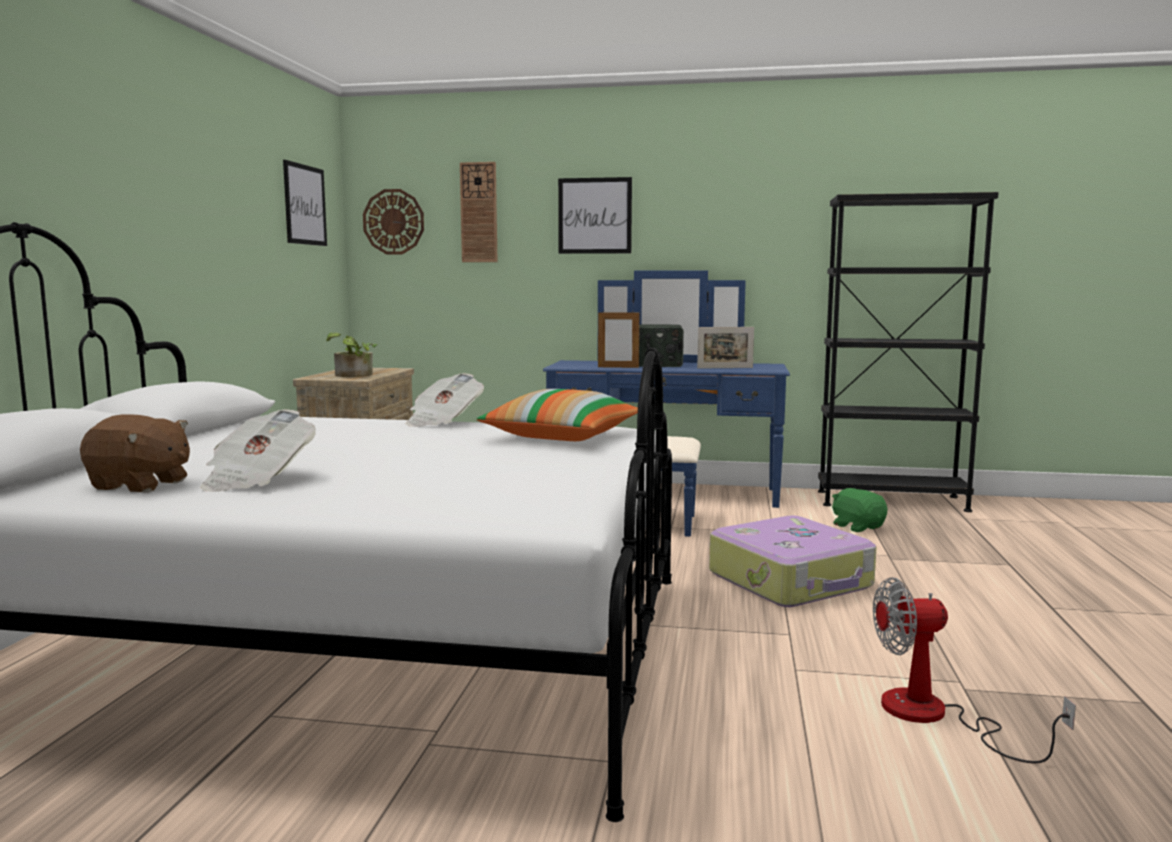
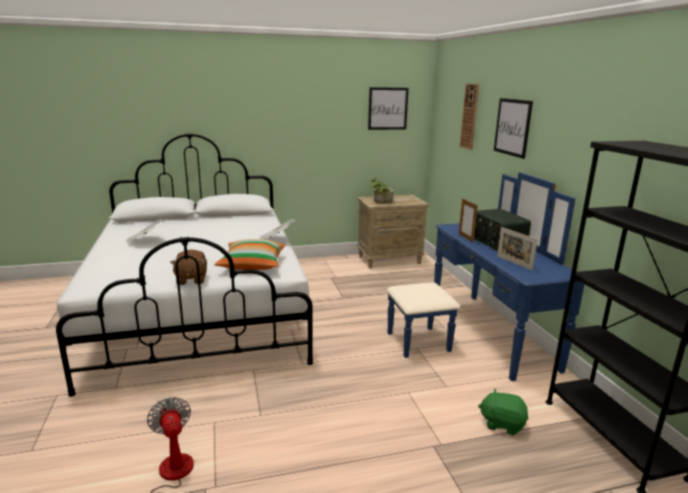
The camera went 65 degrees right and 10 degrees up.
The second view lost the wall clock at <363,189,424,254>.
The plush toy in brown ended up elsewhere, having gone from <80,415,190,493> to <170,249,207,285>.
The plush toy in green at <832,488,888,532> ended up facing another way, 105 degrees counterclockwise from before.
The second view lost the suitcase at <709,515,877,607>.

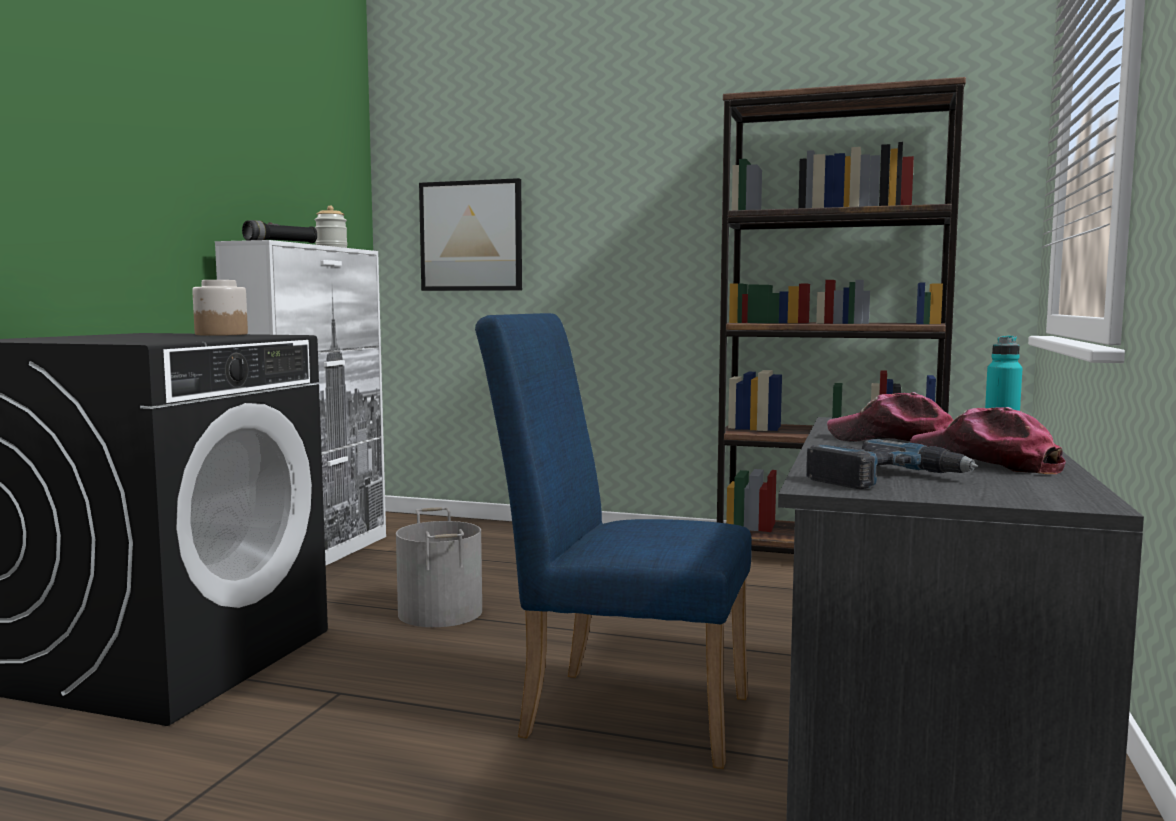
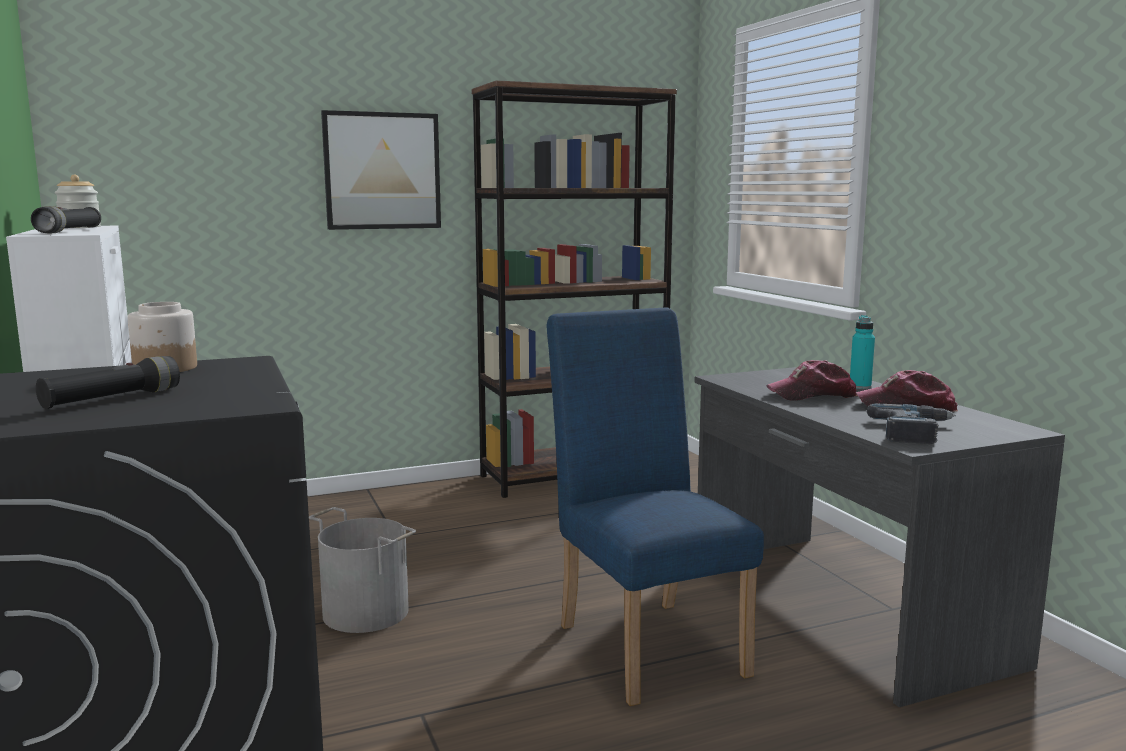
The camera went 40 degrees left and 5 degrees up.
The picture ended up elsewhere, having gone from <419,178,522,291> to <321,110,441,230>.
The chair in blue at <475,313,752,769> ended up facing another way, 90 degrees clockwise from before.
The second view gained the flashlight in black at <36,356,180,409>.

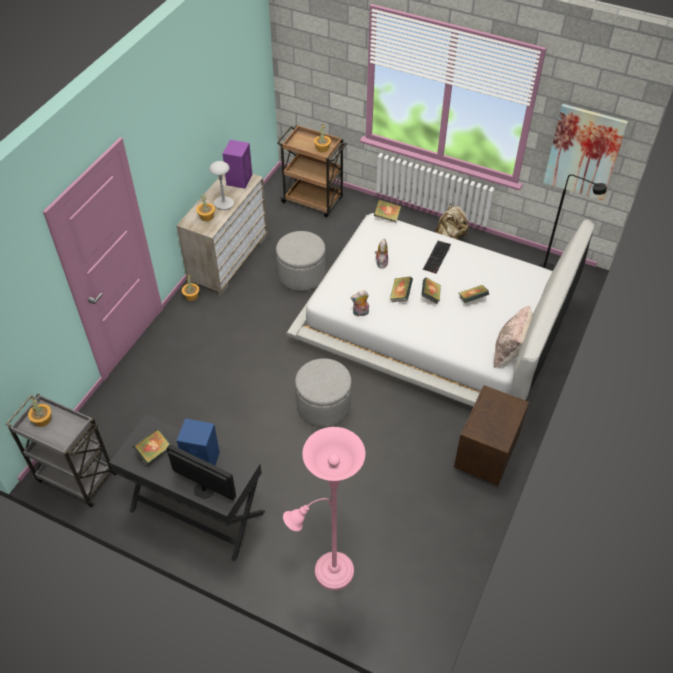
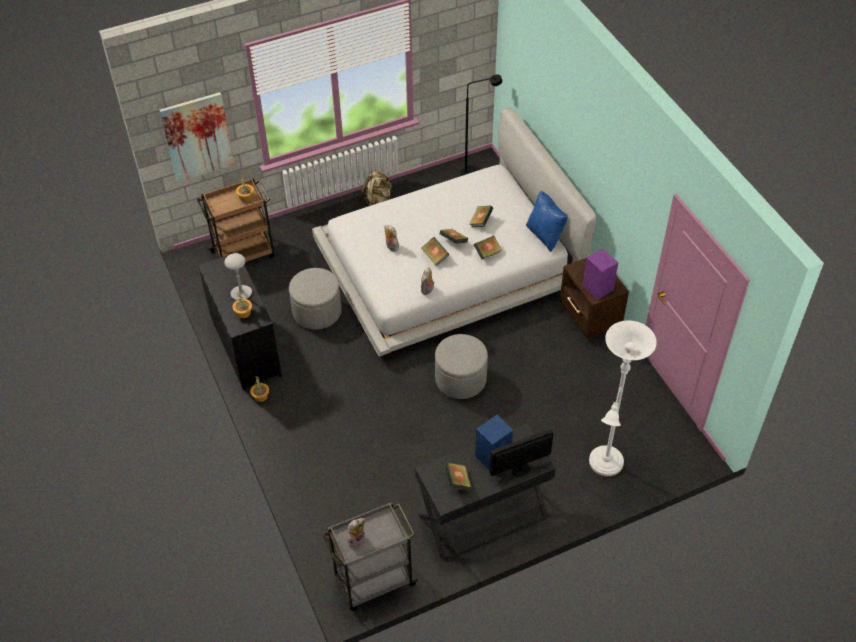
The camera went 50 degrees left and 0 degrees up.
The picture ended up elsewhere, having gone from <543,104,628,201> to <159,92,234,182>.
The speaker in purple ended up elsewhere, having gone from <222,140,252,189> to <582,248,618,300>.
What was the dresser in beige at <177,174,268,296> turned into the dresser in black at <198,252,282,391>.
The book ended up elsewhere, having gone from <374,199,401,222> to <474,236,502,259>.
The second view lost the keyboard at <423,241,451,274>.
What was the pillow in beige at <494,306,533,368> turned into the pillow in blue at <526,190,568,252>.
Where the potted plant stood at <28,398,51,427>, the plush toy came to stand at <347,518,365,548>.
What was the floor lamp in pink at <283,427,365,590> turned into the floor lamp in white at <589,320,657,476>.

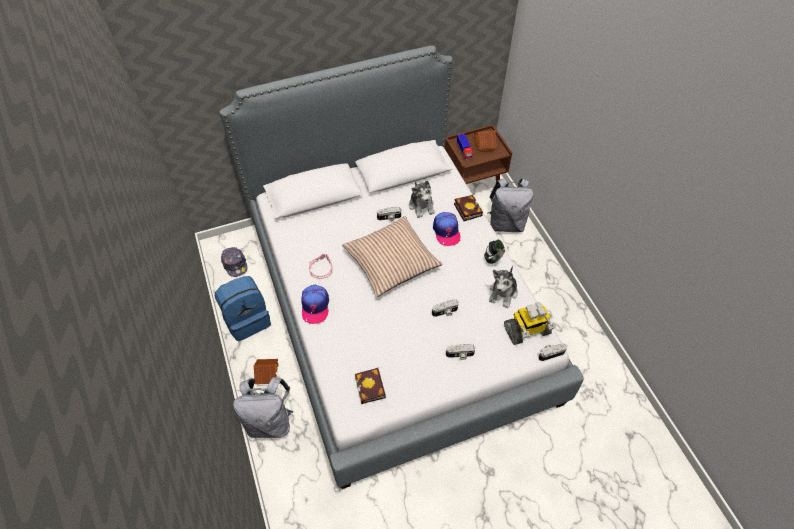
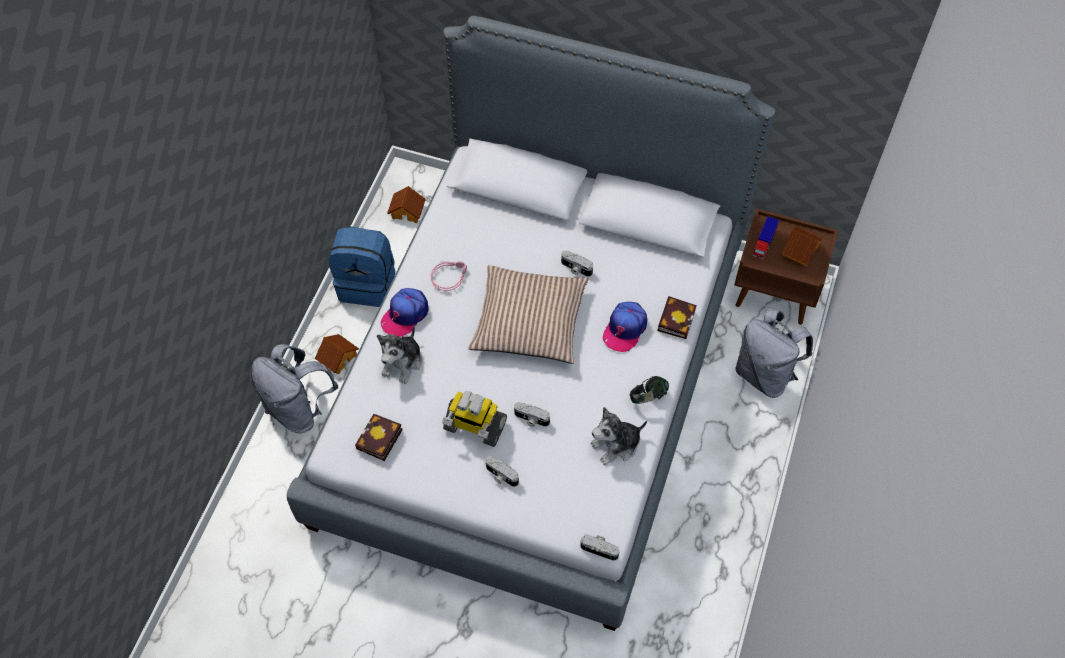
The camera went 40 degrees right and 5 degrees up.
The plush toy ended up elsewhere, having gone from <409,181,435,218> to <377,326,422,384>.
Where the cap stood at <221,247,247,277>, the toy house came to stand at <387,186,426,223>.
The toy robot ended up elsewhere, having gone from <504,302,556,345> to <442,391,507,447>.

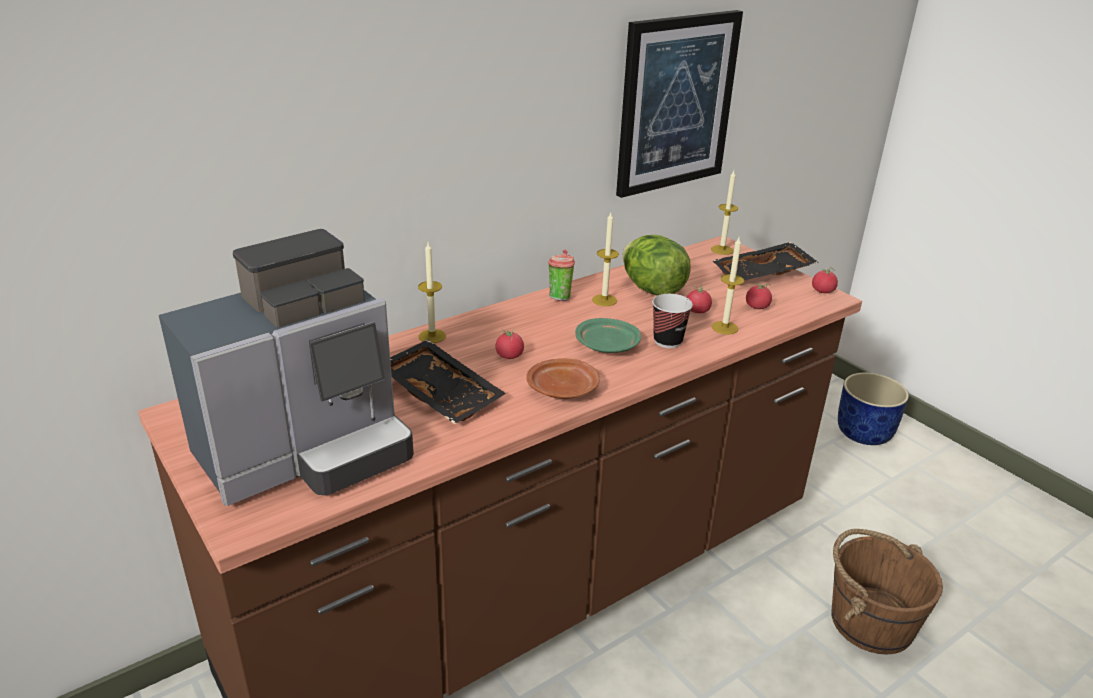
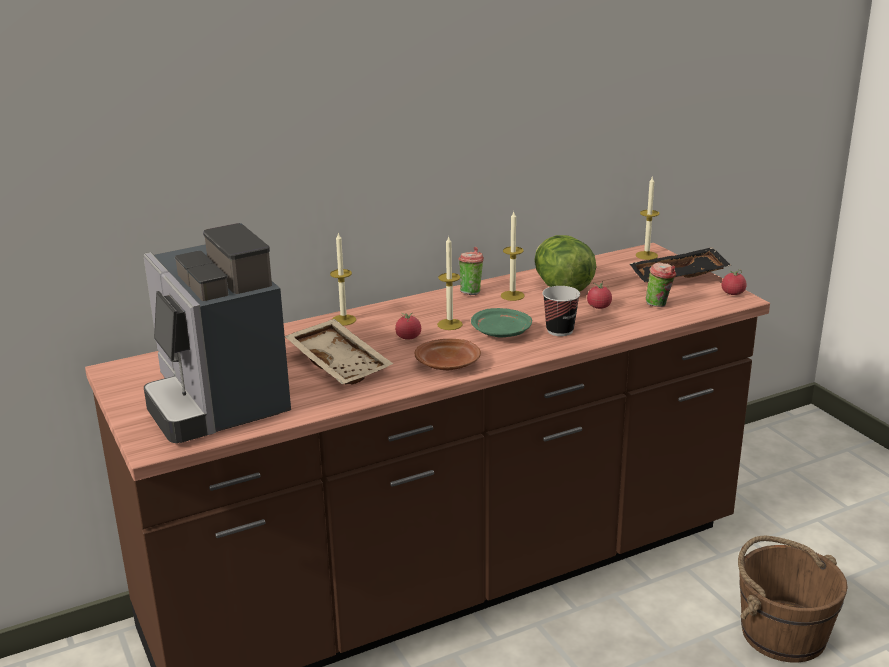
The camera went 10 degrees right and 5 degrees down.
The second view lost the picture at <616,10,743,198>.
The coffee machine at <159,229,414,506> ended up facing another way, 90 degrees clockwise from before.
The candle ended up elsewhere, having gone from <712,237,744,335> to <437,236,463,330>.
Where the tomato stood at <746,283,772,309>, the cup came to stand at <646,262,676,307>.
What was the tray in black at <390,339,506,424> turned into the tray in beige at <285,319,393,385>.
The second view lost the planter in blue at <838,373,909,445>.

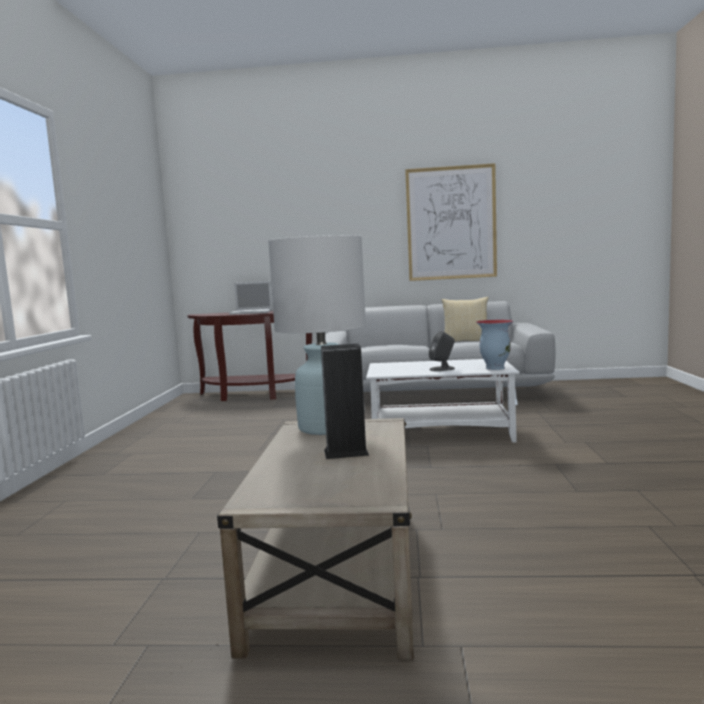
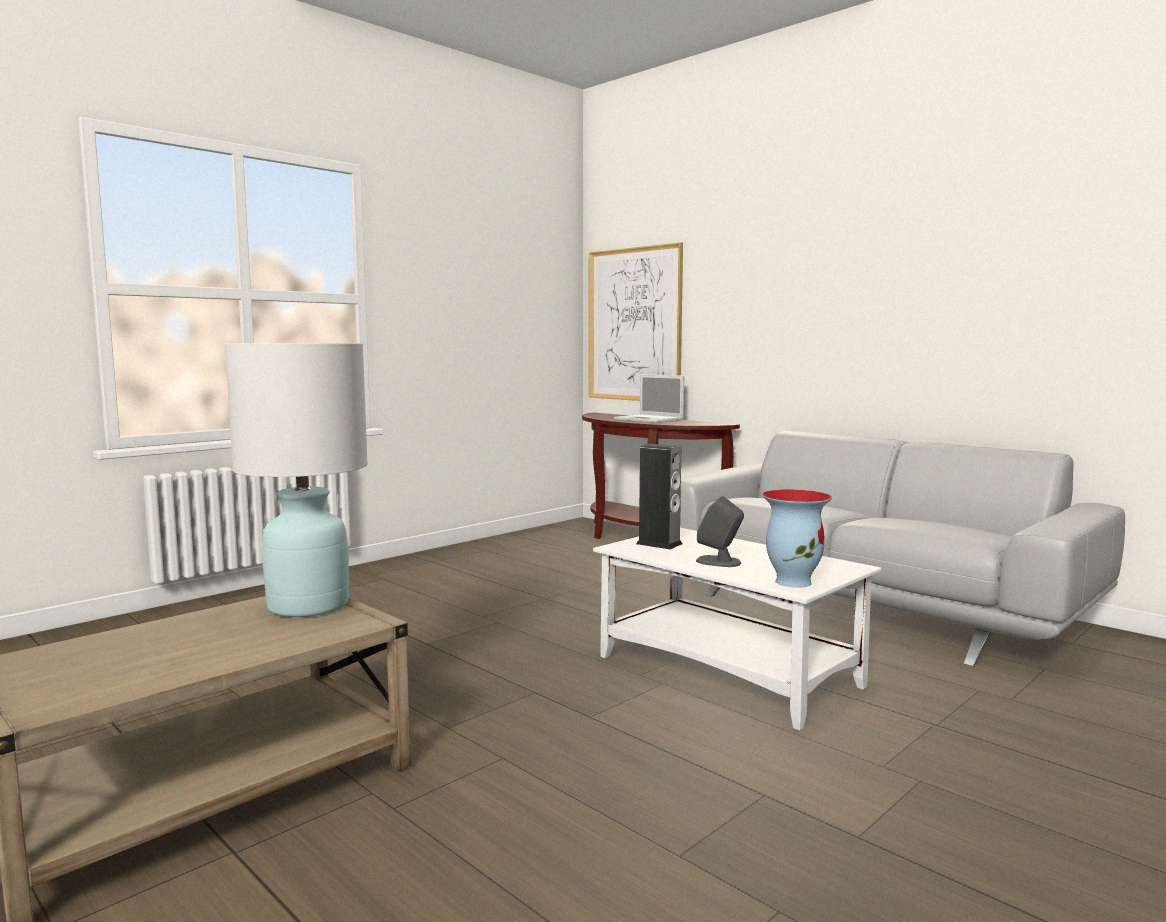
The camera went 40 degrees right and 0 degrees up.
The picture ended up elsewhere, having gone from <405,163,497,281> to <588,242,683,401>.
The second view lost the pillow at <442,297,489,342>.
The speaker ended up elsewhere, having gone from <321,344,369,459> to <636,444,682,550>.

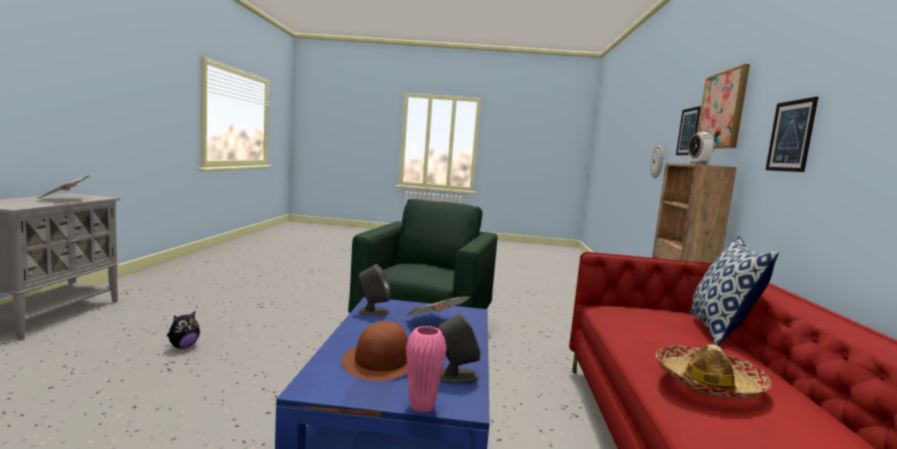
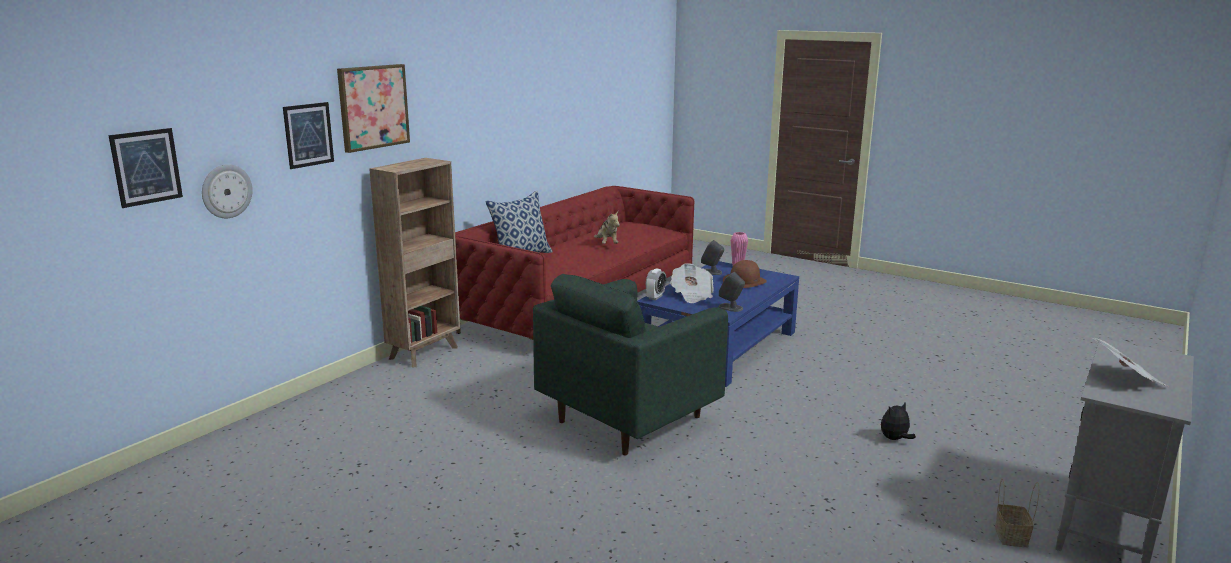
The camera went 150 degrees left and 10 degrees up.
The picture ended up elsewhere, having gone from <766,97,818,172> to <108,128,183,208>.
The alarm clock ended up elsewhere, having gone from <688,132,714,165> to <646,268,666,300>.
Where the hat stood at <656,344,771,398>, the plush toy came to stand at <594,211,620,244>.
The second view gained the basket at <995,478,1039,547>.

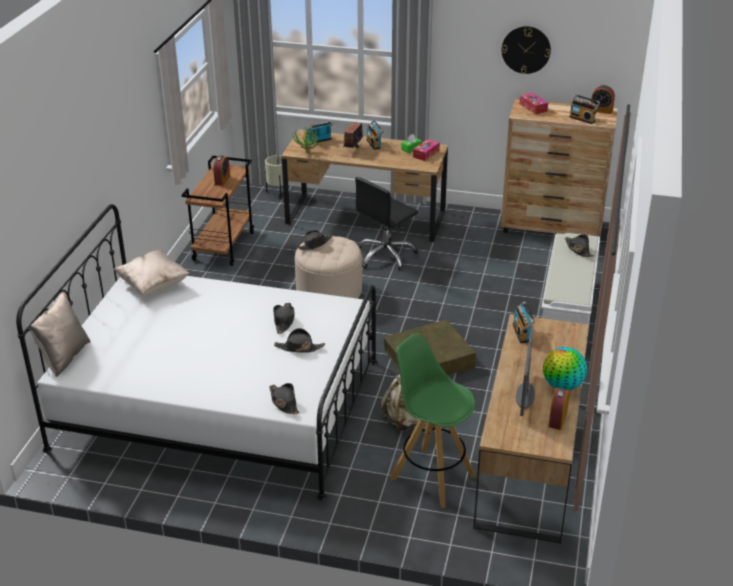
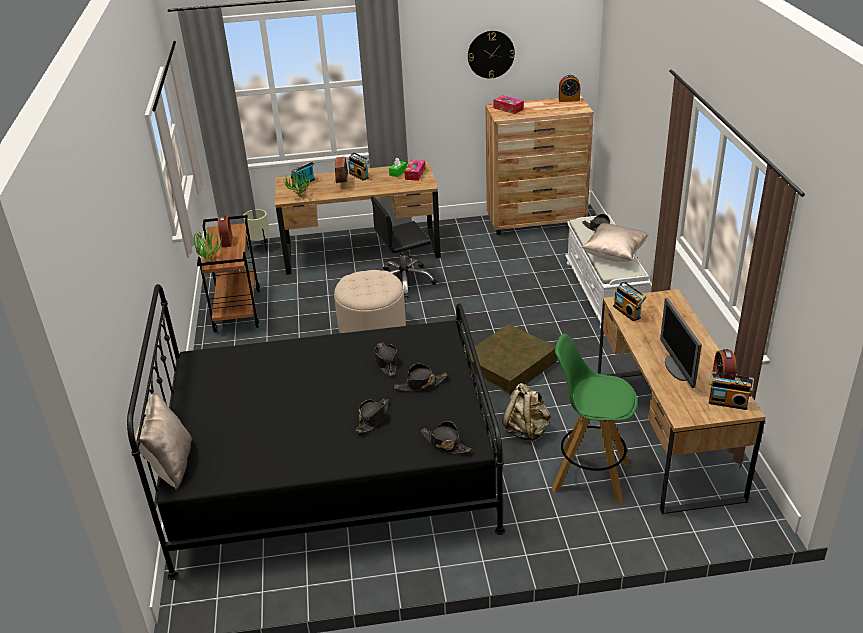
The camera went 20 degrees left and 0 degrees up.
The radio ended up elsewhere, having gone from <569,94,600,124> to <709,372,754,410>.
The office chair in black at <355,177,418,271> ended up facing another way, 45 degrees clockwise from before.
What was the bed in white at <16,204,378,501> turned into the bed in black at <127,284,505,580>.
The hat in black ended up elsewhere, having gone from <297,230,332,251> to <355,398,389,433>.
The pillow in beige ended up elsewhere, having gone from <114,250,189,296> to <581,223,649,262>.
The second view lost the globe at <543,347,587,390>.
The second view gained the potted plant at <194,229,222,262>.

